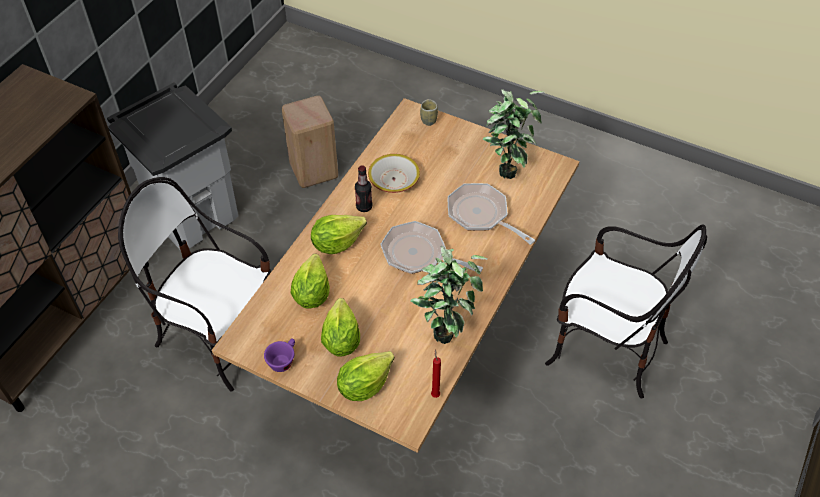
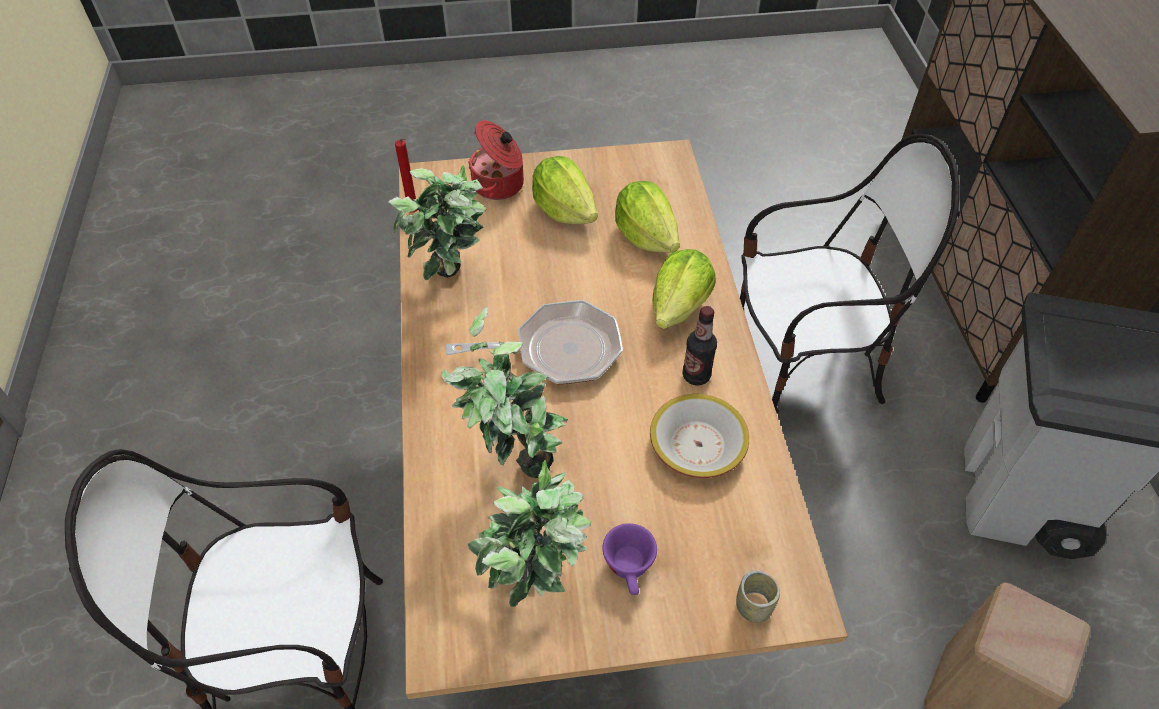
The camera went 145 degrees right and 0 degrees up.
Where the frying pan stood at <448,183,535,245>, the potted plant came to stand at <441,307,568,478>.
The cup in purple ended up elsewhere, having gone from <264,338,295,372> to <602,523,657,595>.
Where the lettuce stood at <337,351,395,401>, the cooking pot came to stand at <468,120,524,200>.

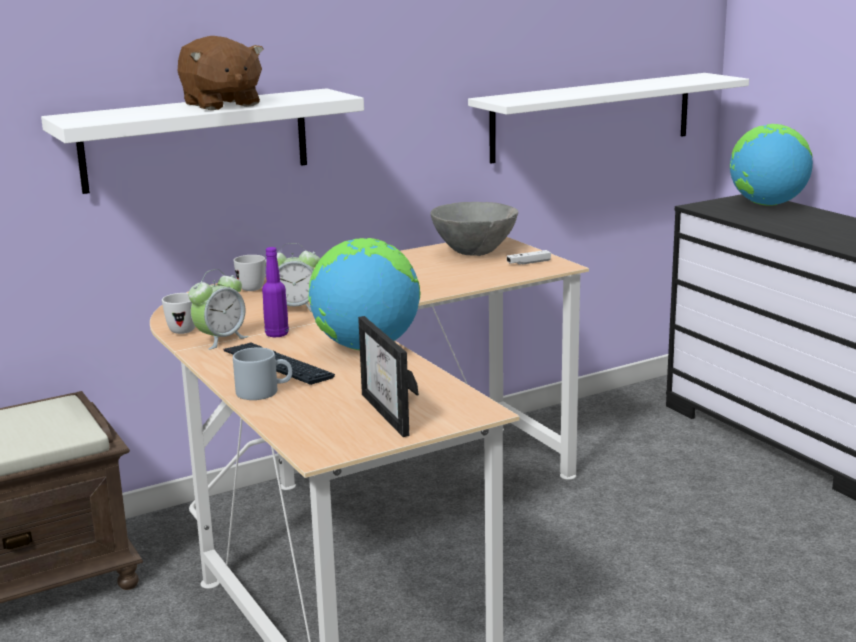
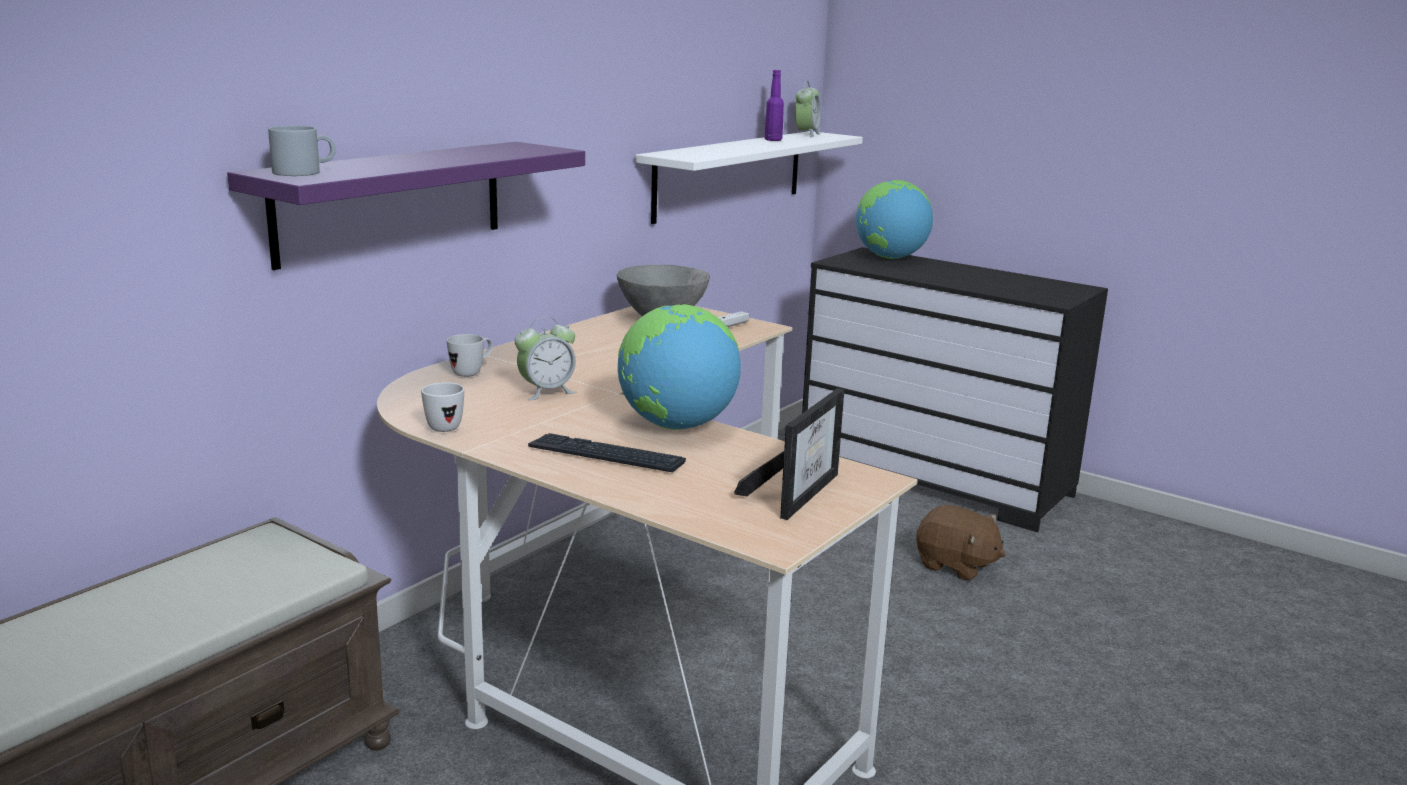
The camera went 25 degrees left and 0 degrees up.
The plush toy in brown ended up elsewhere, having gone from <178,36,263,110> to <916,505,1005,581>.
What was the shelf in white at <41,88,364,194> turned into the shelf in purple at <227,142,585,270>.
The bottle in purple ended up elsewhere, having gone from <262,247,289,337> to <764,70,784,141>.
The alarm clock ended up elsewhere, having gone from <189,269,249,350> to <795,81,821,137>.
The picture frame at <358,316,419,437> ended up facing another way, 105 degrees counterclockwise from before.
The mug in grey ended up elsewhere, having gone from <233,347,292,400> to <268,126,336,176>.

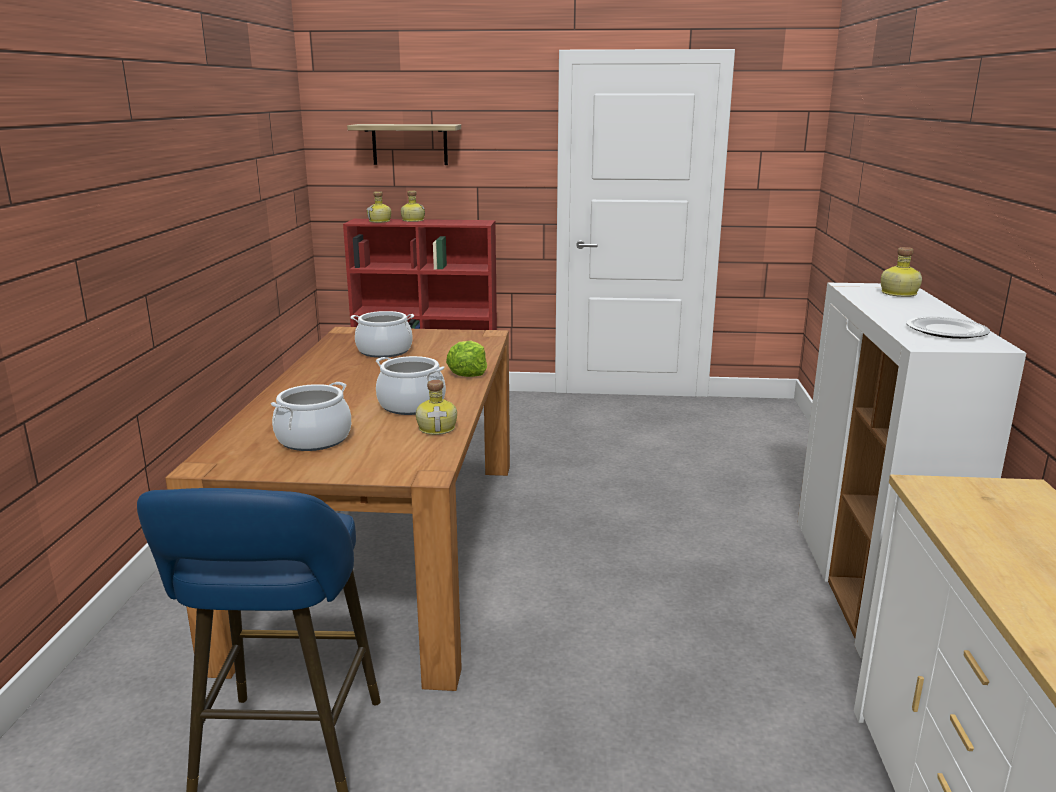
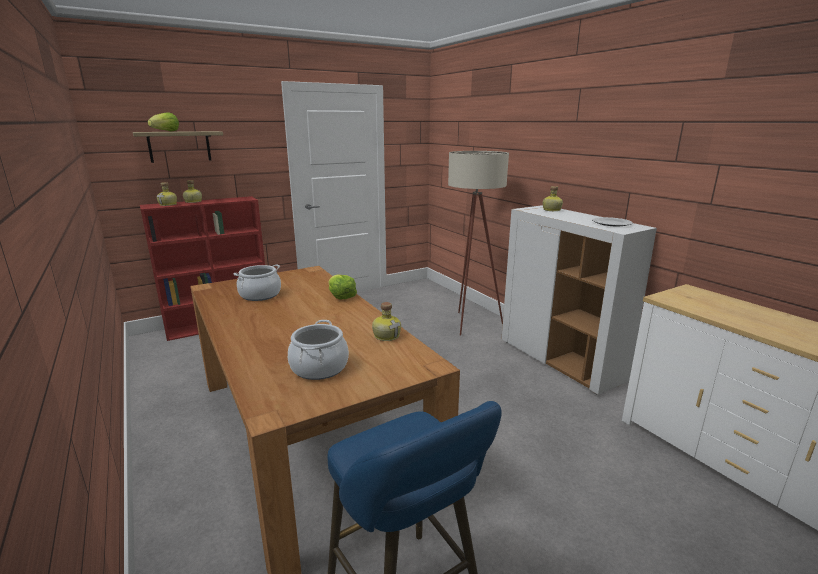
The camera went 35 degrees left and 0 degrees up.
The second view lost the cooking pot at <376,356,446,415>.
The second view gained the lettuce at <148,112,179,132>.
The second view gained the floor lamp in beige at <448,151,509,336>.

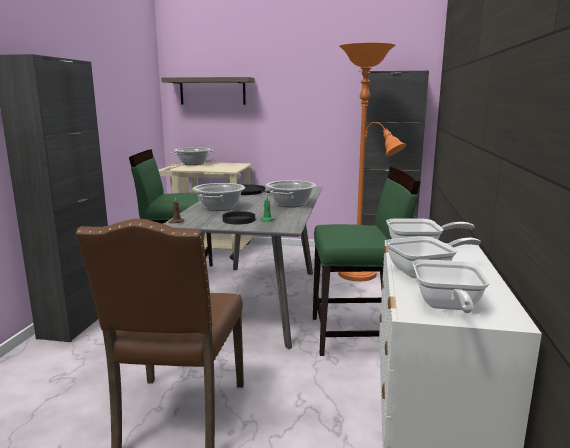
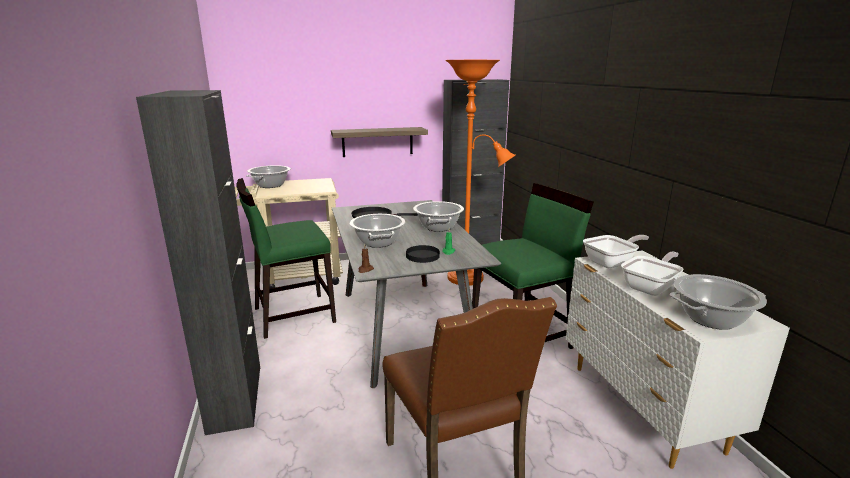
The camera went 25 degrees left and 5 degrees up.
The shelf ended up elsewhere, having gone from <161,77,255,105> to <331,127,428,157>.
Where the frying pan stood at <413,259,490,313>, the cooking pot came to stand at <669,274,767,330>.

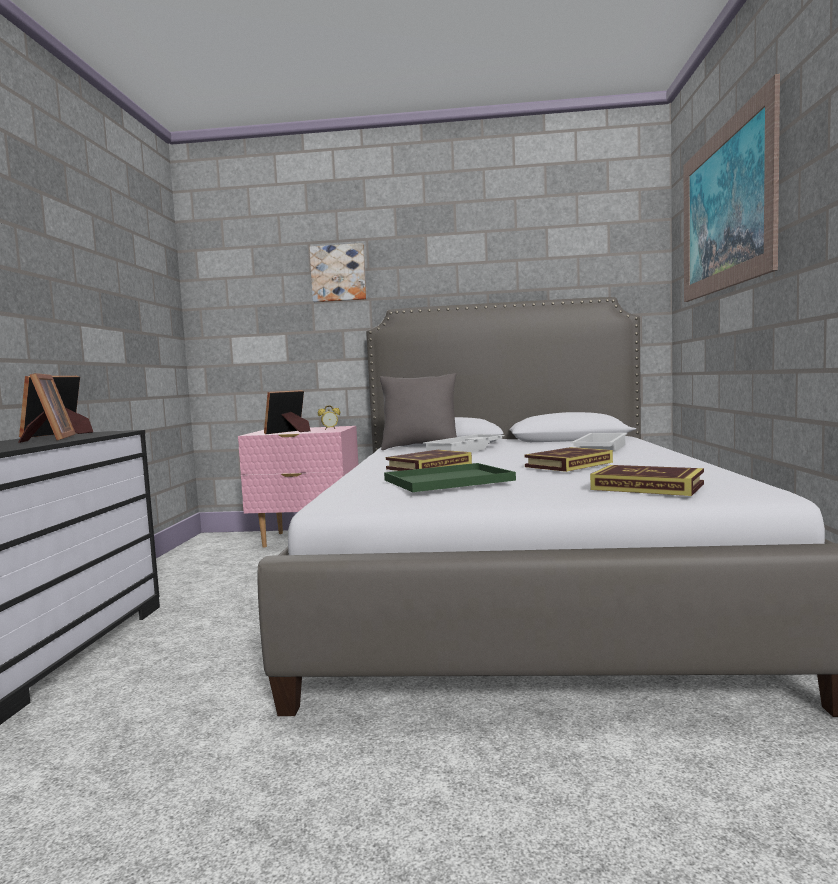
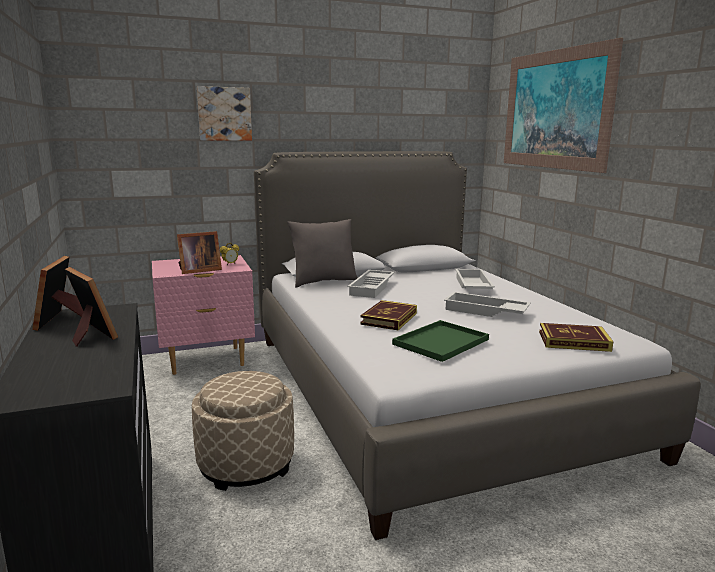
The camera went 25 degrees left and 10 degrees up.
The picture frame at <264,390,311,434> ended up facing another way, 135 degrees counterclockwise from before.
Where the book stood at <524,447,613,472>, the tray in white came to stand at <444,292,531,317>.
The second view gained the ottoman in beige at <192,371,294,491>.

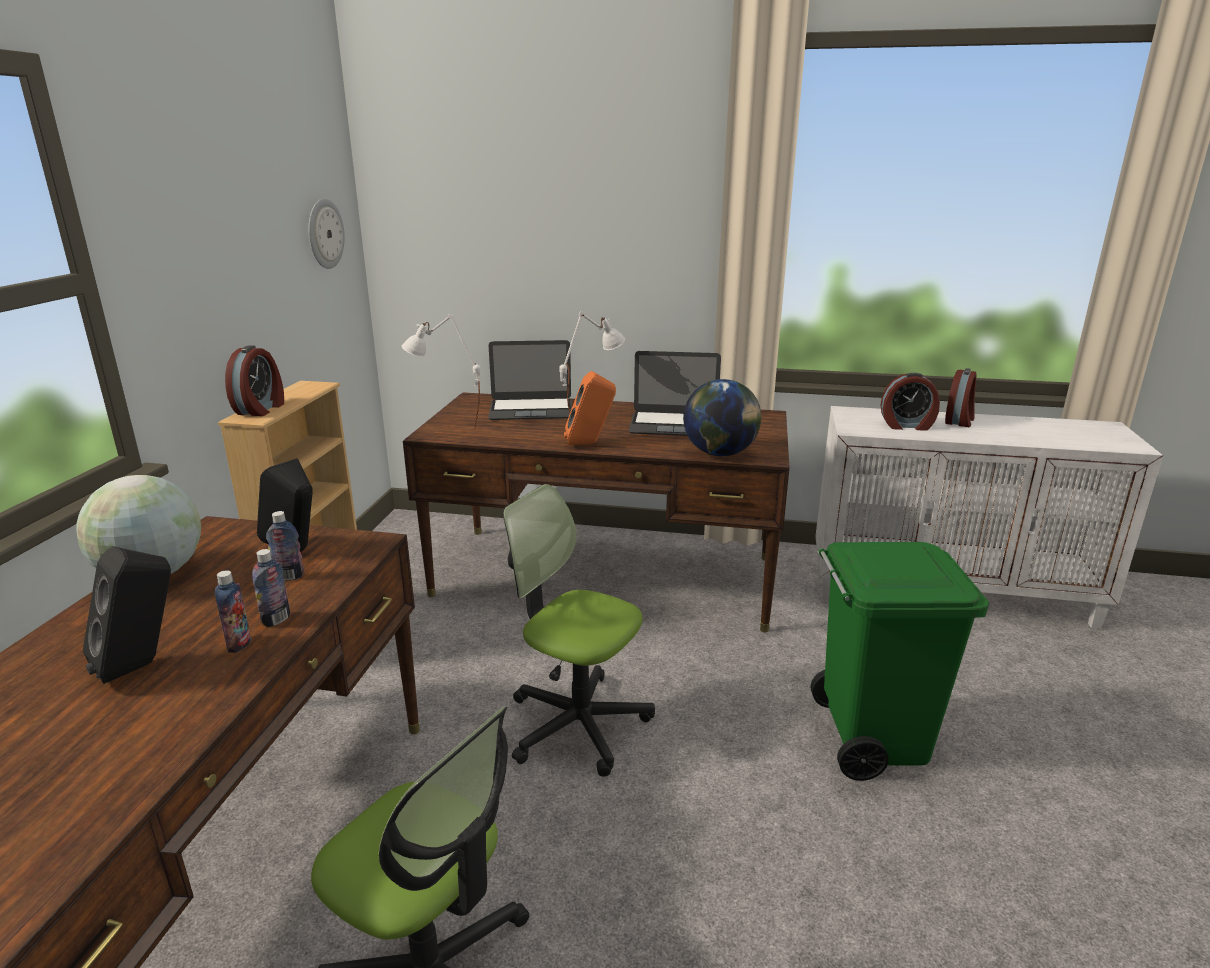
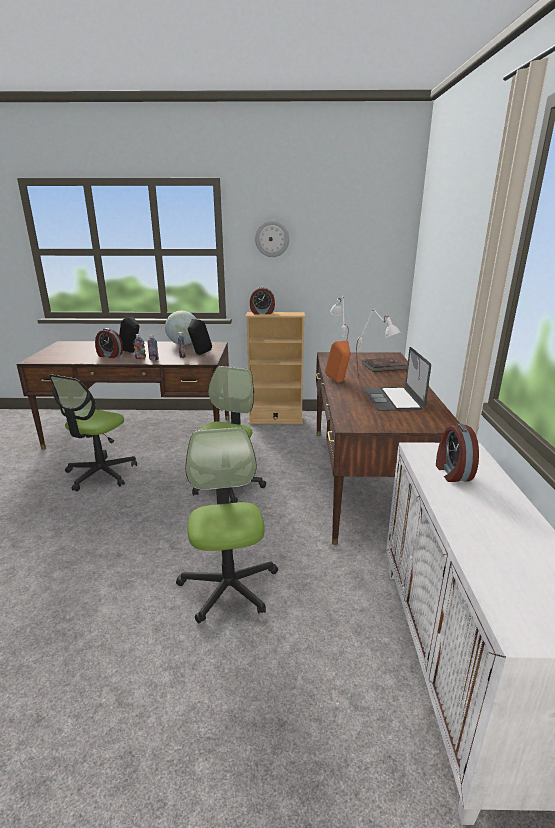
The camera went 80 degrees right and 0 degrees up.
The wall clock ended up elsewhere, having gone from <309,198,345,269> to <255,221,289,257>.
Where the laptop stood at <488,340,572,420>, the book in brown came to stand at <362,357,407,372>.
The alarm clock ended up elsewhere, having gone from <945,368,976,427> to <95,328,123,358>.
The second view lost the globe at <683,379,761,456>.
Where the trash can in green stood at <811,542,989,781>, the office chair came to stand at <176,427,278,623>.

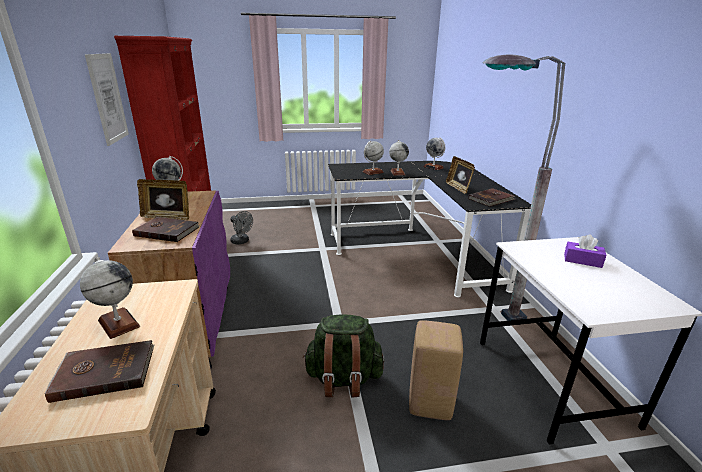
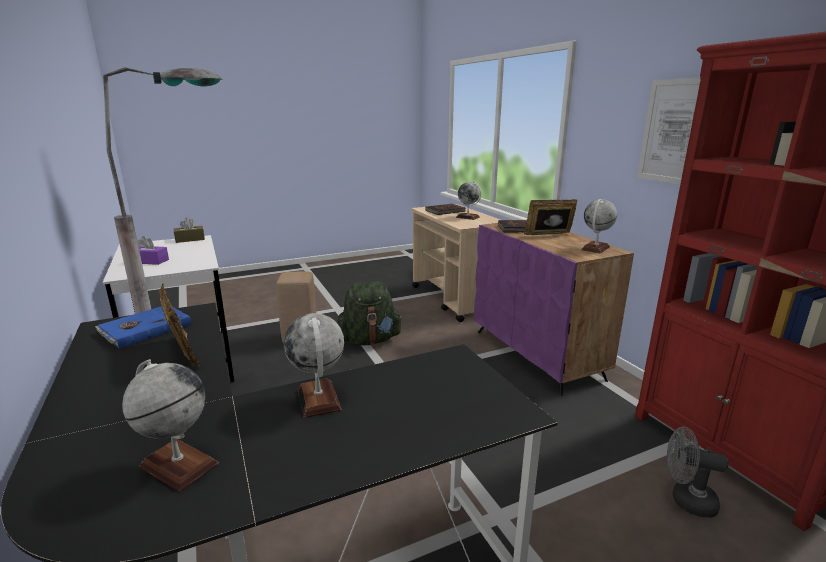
The camera went 165 degrees right and 5 degrees down.
The second view lost the globe at <363,141,384,175>.
What was the book in brown at <468,188,515,207> turned into the book in blue at <95,306,191,349>.
The second view gained the tissue box in brown at <174,218,205,243>.

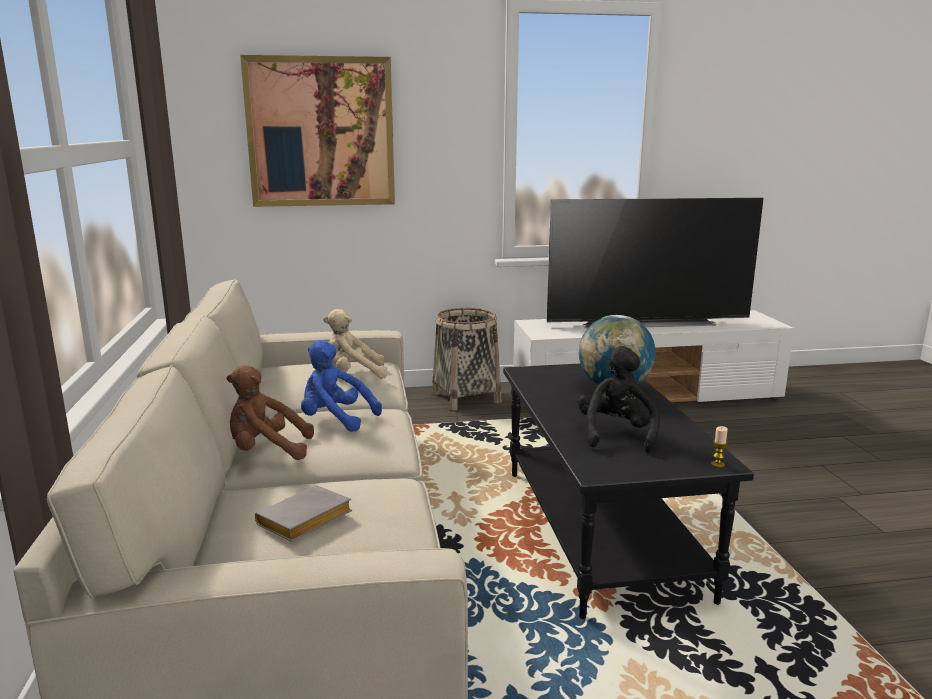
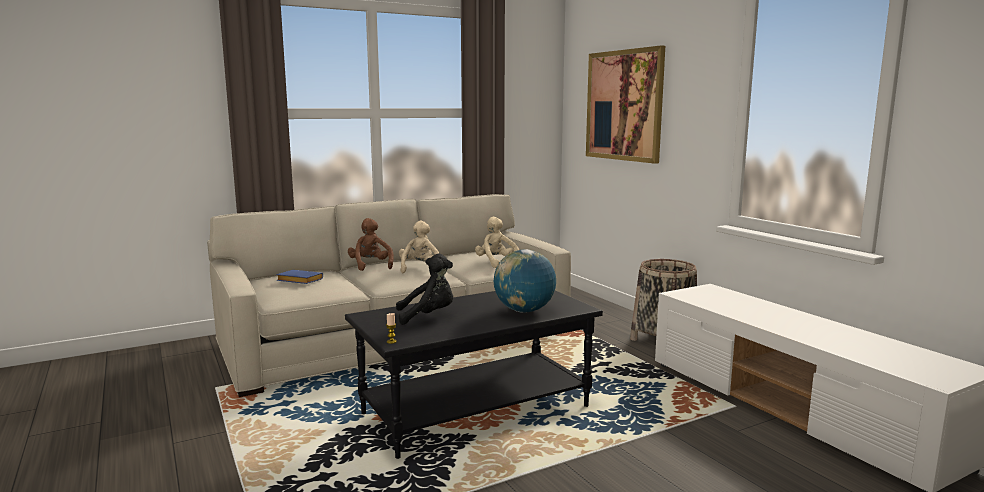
The camera went 70 degrees right and 5 degrees down.
The second view lost the television at <547,198,764,329>.
What was the plush toy in blue at <301,340,382,432> turned into the plush toy in beige at <399,221,439,273>.
What was the book in grey at <255,485,352,542> turned into the book in blue at <276,270,323,284>.

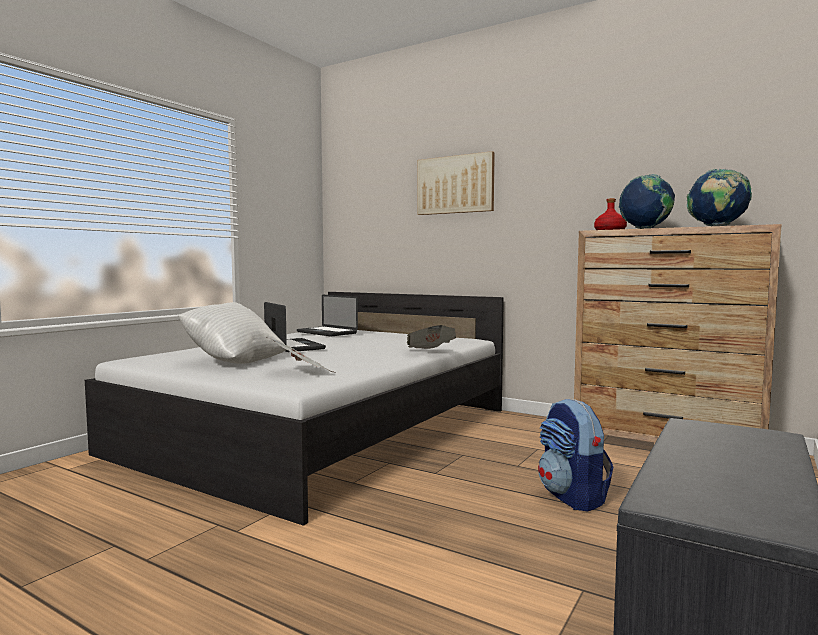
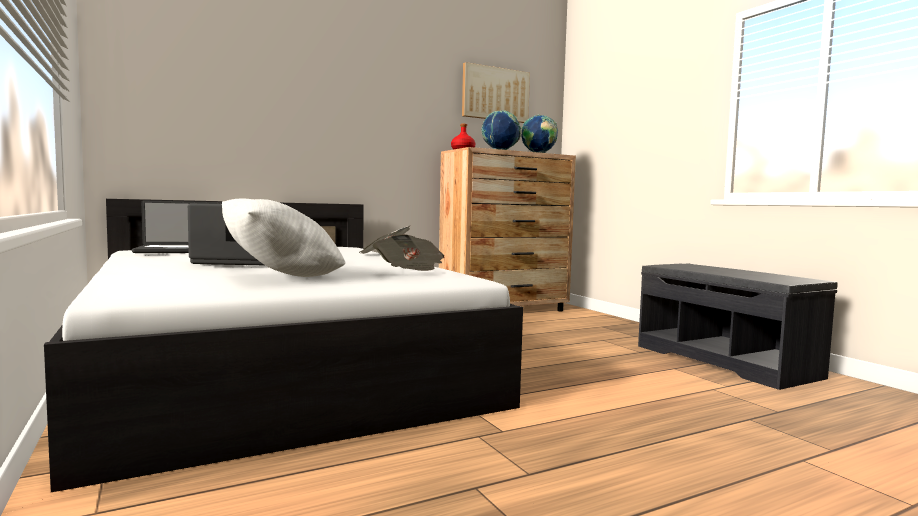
The camera went 60 degrees left and 0 degrees up.
The picture ended up elsewhere, having gone from <417,151,495,215> to <462,62,530,123>.
The second view lost the backpack at <538,399,613,512>.

